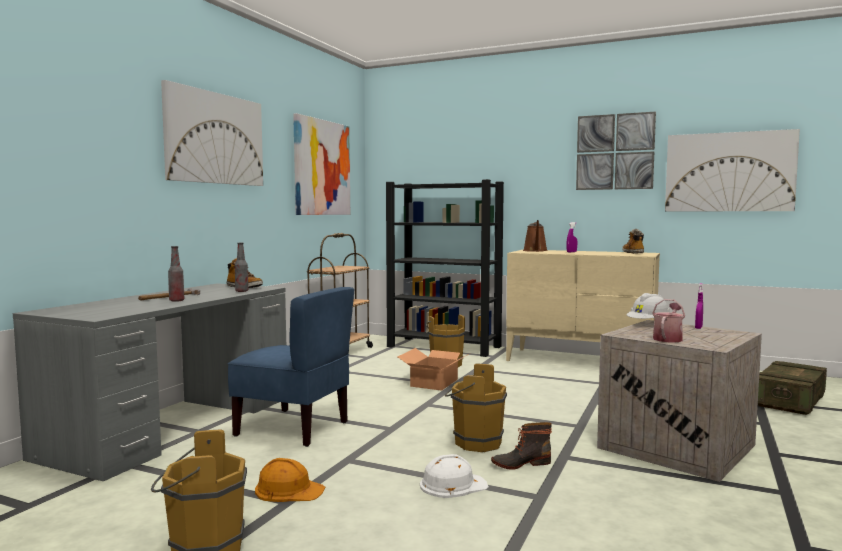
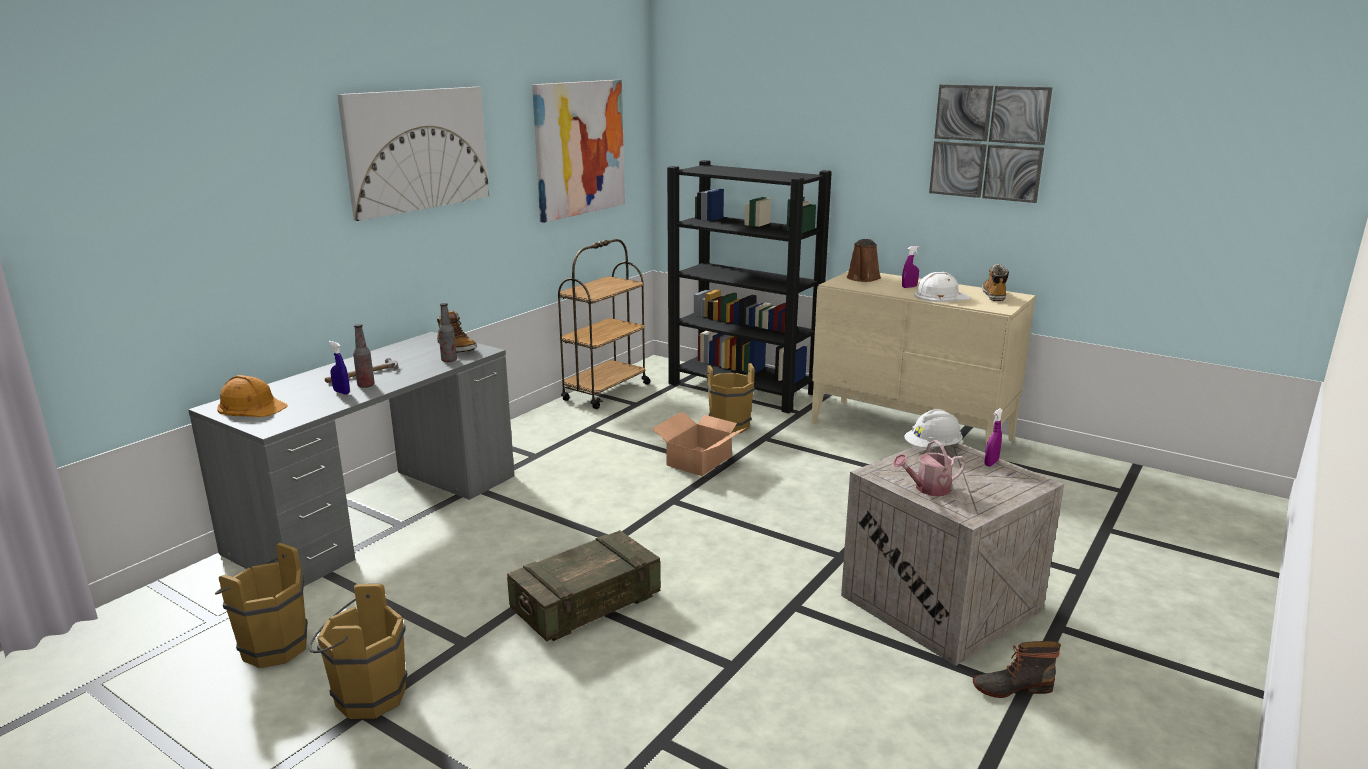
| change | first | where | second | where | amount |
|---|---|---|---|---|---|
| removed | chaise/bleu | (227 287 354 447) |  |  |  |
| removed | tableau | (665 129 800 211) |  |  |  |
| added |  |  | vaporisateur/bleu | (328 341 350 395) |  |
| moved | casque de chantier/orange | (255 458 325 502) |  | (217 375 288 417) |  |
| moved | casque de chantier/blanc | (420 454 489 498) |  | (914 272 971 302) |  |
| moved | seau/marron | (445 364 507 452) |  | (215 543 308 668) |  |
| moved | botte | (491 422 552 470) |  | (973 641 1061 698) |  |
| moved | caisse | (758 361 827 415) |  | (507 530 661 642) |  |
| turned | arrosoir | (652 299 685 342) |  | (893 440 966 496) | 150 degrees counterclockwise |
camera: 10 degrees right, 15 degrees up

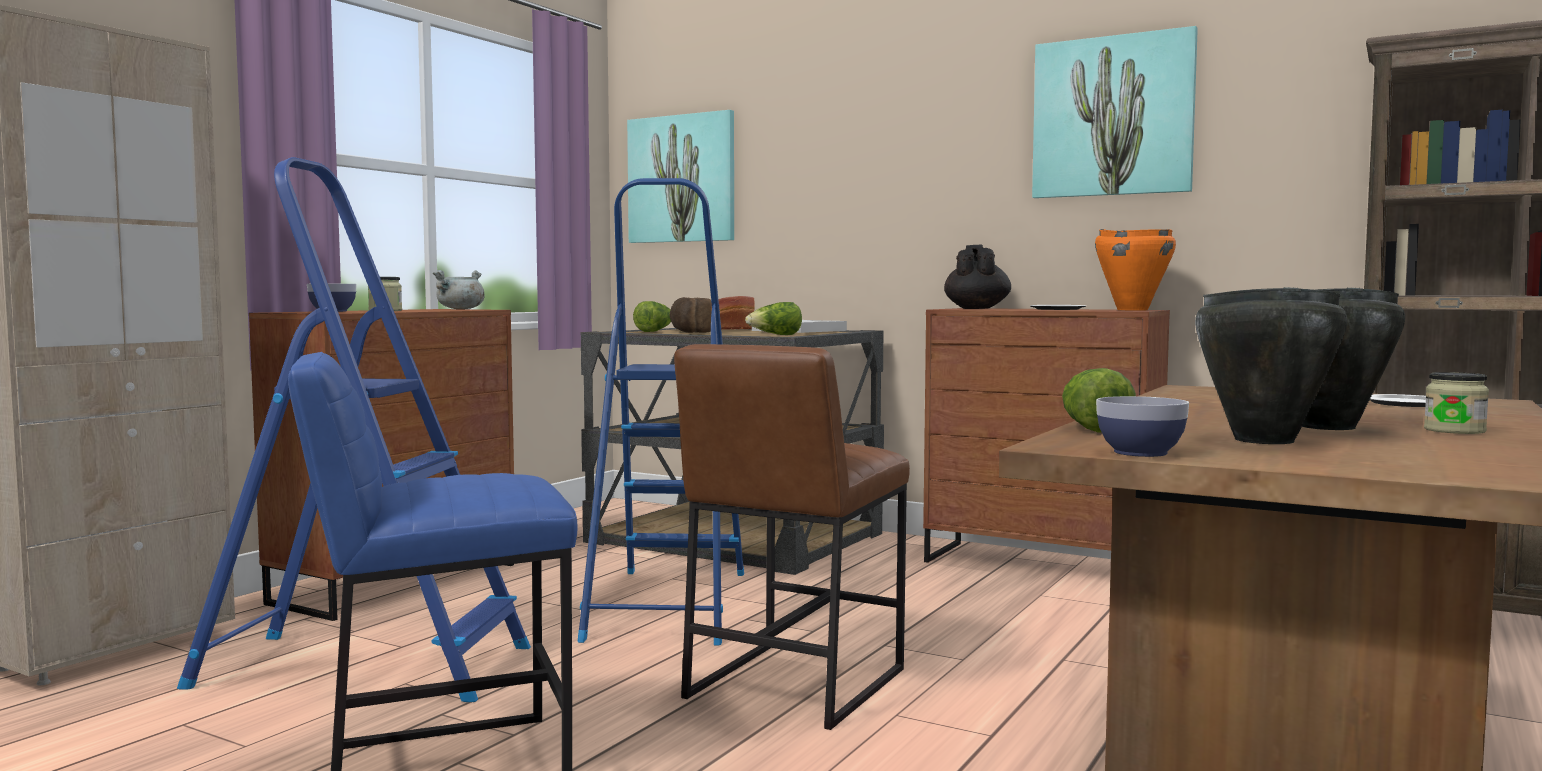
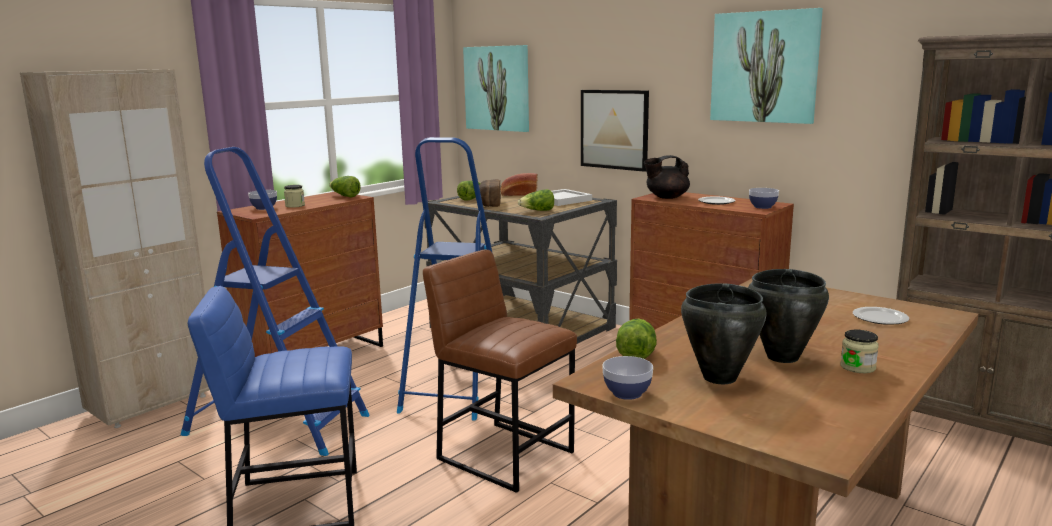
| change | first | where | second | where | amount |
|---|---|---|---|---|---|
| added |  |  | tableau | (581 90 649 172) |  |
| replaced | marmite/gris | (433 270 485 309) | laitue | (329 176 361 198) |  |
| replaced | marmite/orange | (1095 229 1176 310) | bol | (749 188 779 209) |  |
| turned | chaise/marron | (674 344 910 730) |  | (423 250 577 493) | 90 degrees clockwise |
| turned | théière/noir | (944 245 1011 309) |  | (644 155 690 199) | 120 degrees counterclockwise |
camera: 10 degrees right, 10 degrees up

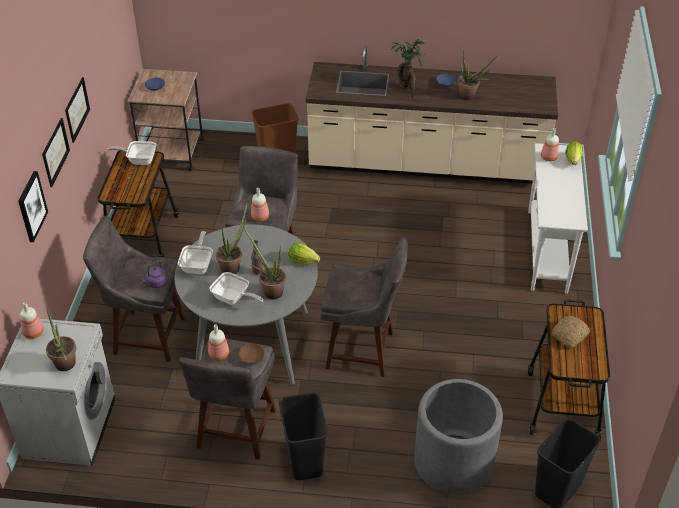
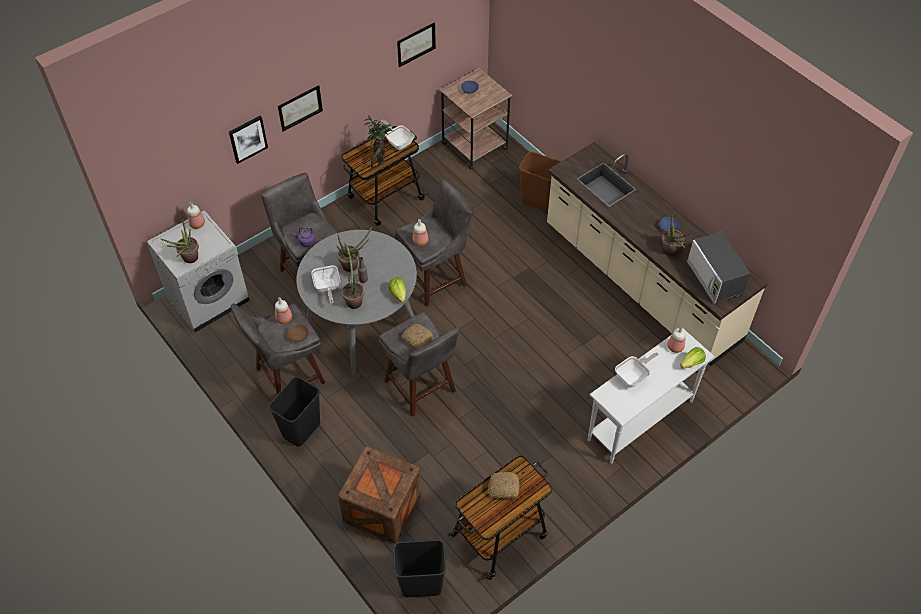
| change | first | where | second | where | amount |
|---|---|---|---|---|---|
| added |  |  | pain | (402 324 434 350) |  |
| added |  |  | micro-ondes | (687 231 751 304) |  |
| moved | tableau | (65 77 90 143) |  | (397 23 436 67) |  |
| moved | poêle | (178 231 213 274) |  | (615 352 659 387) |  |
| moved | plante en pot | (391 39 426 98) |  | (364 115 392 168) |  |
| replaced | cache-pot/gris | (414 379 503 495) | caisse | (338 446 422 544) |  |
camera: 45 degrees right, 10 degrees up

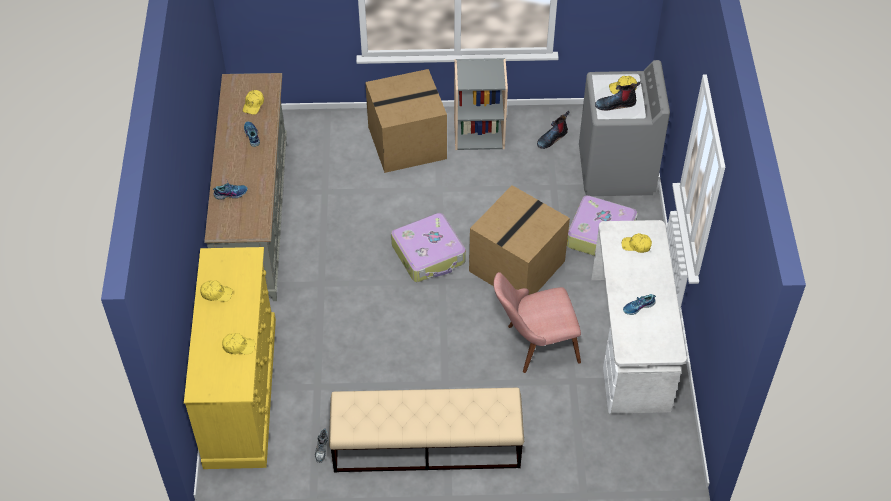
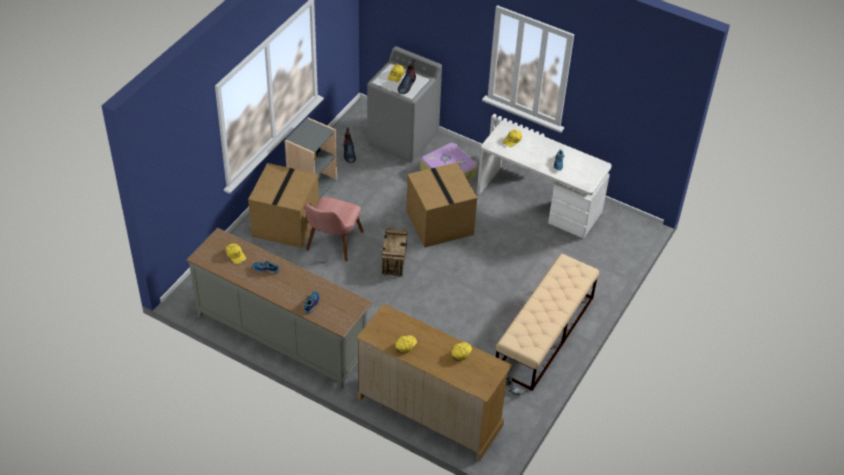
| change | first | where | second | where | amount |
|---|---|---|---|---|---|
| moved | chaise/rose | (494 272 581 373) |  | (305 197 363 261) |  |
| replaced | valise | (391 213 466 282) | caisse | (381 228 408 277) |  |
| recoloured | commode/jaune | (184 247 276 469) | commode/marron | (356 304 512 462) |  |
camera: 60 degrees left, 5 degrees down

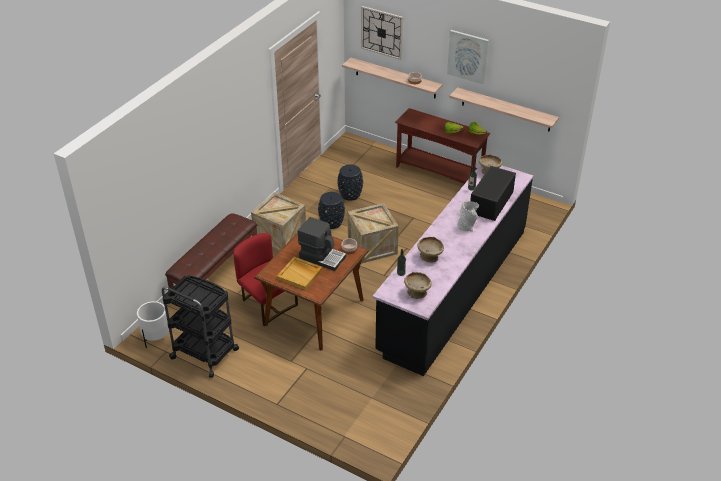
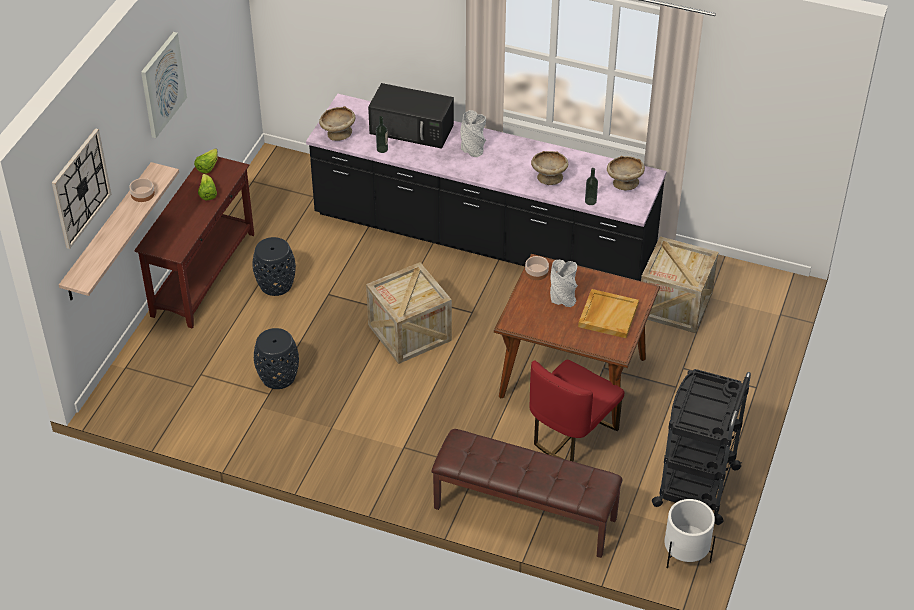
| change | first | where | second | where | amount |
|---|---|---|---|---|---|
| removed | étagère | (449 87 559 132) |  |  |  |
| moved | caisse | (251 192 306 251) |  | (641 236 719 333) |  |
| moved | tabouret/noir | (318 192 345 229) |  | (252 237 296 296) |  |
| replaced | machine à café | (298 217 346 271) | vase/gris | (550 260 578 307) |  |
camera: 100 degrees left, 5 degrees up

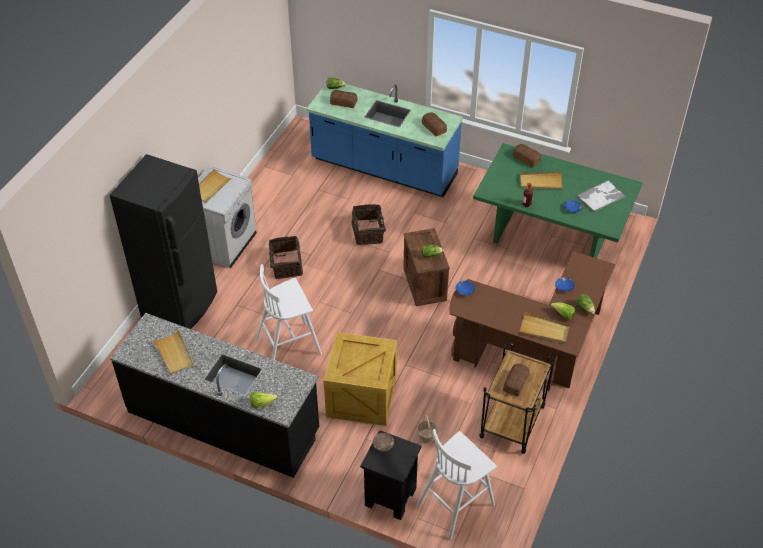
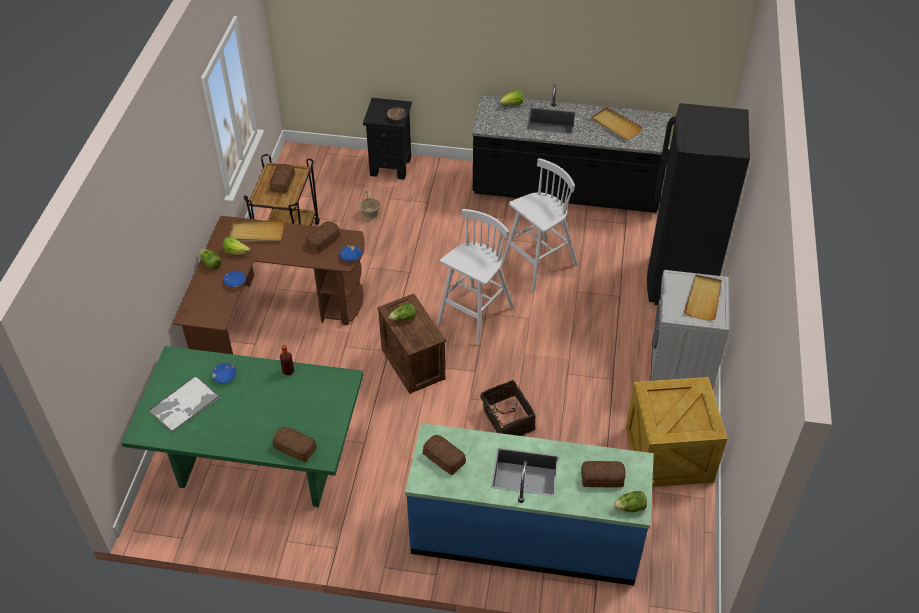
| change | first | where | second | where | amount |
|---|---|---|---|---|---|
| removed | panier | (269 236 303 279) |  |  |  |
| removed | plateau/beige | (520 172 563 189) |  |  |  |
| added |  |  | pain | (306 221 341 253) |  |
| moved | caisse | (324 332 397 426) |  | (626 377 728 487) |  |
| moved | tabouret/blanc | (416 429 497 541) |  | (437 209 514 345) |  |
camera: 165 degrees right, 0 degrees up

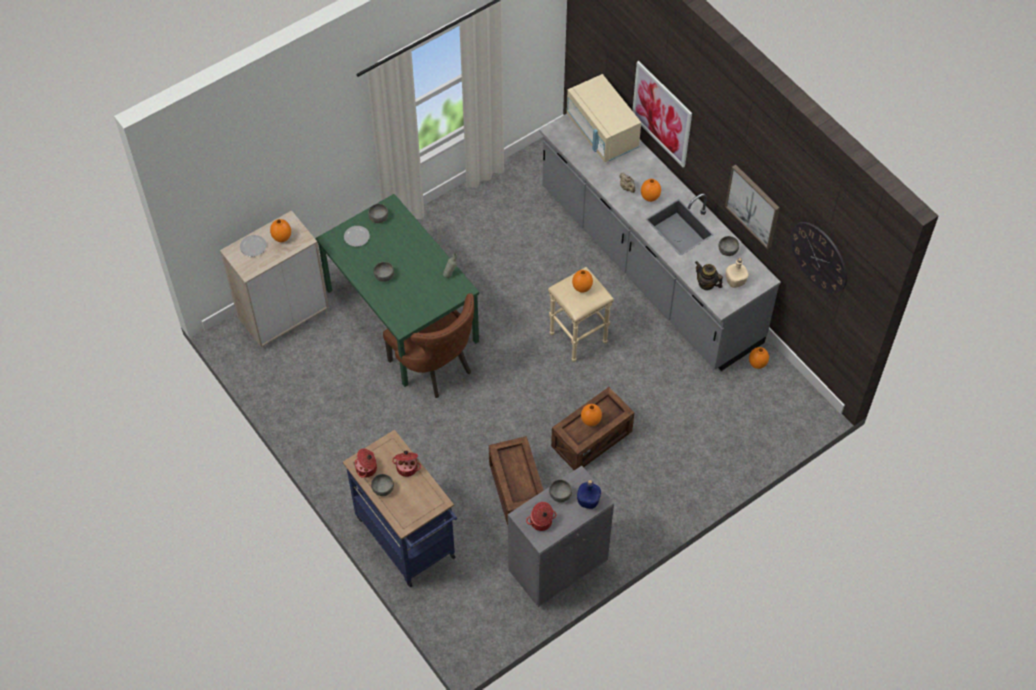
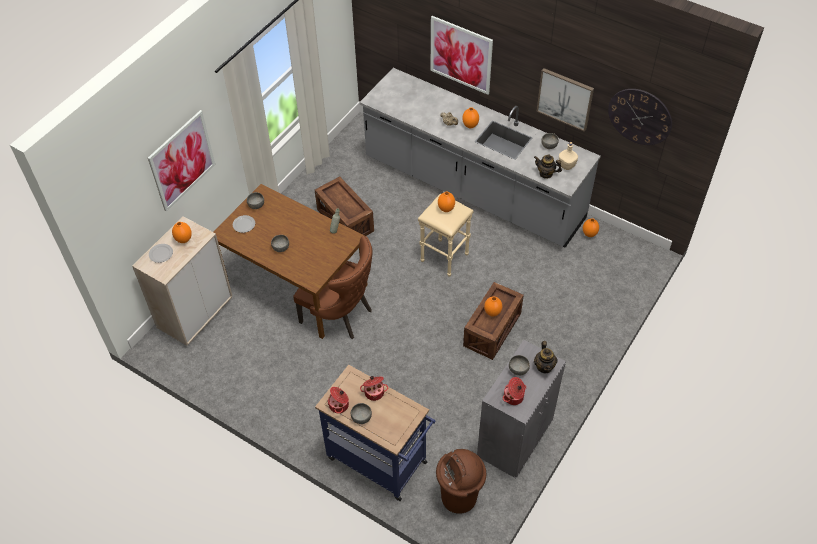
| change | first | where | second | where | amount |
|---|---|---|---|---|---|
| removed | micro-ondes/beige | (567 74 641 162) |  |  |  |
| added |  |  | tableau | (148 110 215 212) |  |
| added |  |  | poubelle/marron | (436 449 486 514) |  |
| moved | caisse | (489 436 544 525) |  | (315 176 374 236) |  |
| replaced | bouteille/bleu | (577 480 601 509) | théière | (534 341 558 373) |  |
| recoloured | table à manger/vert | (316 194 479 387) | table à manger/marron | (213 184 368 339) |  |
camera: 20 degrees left, 5 degrees down

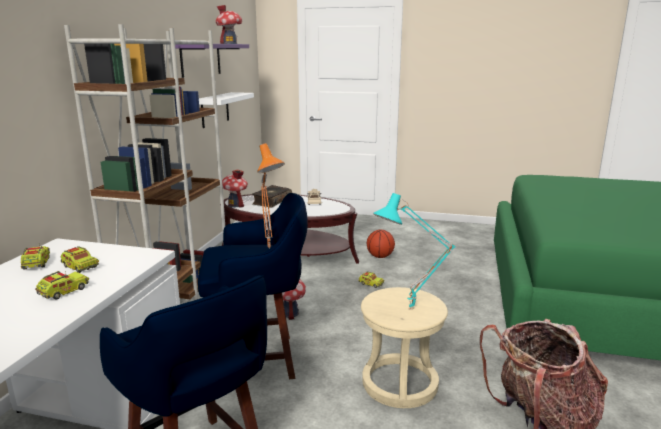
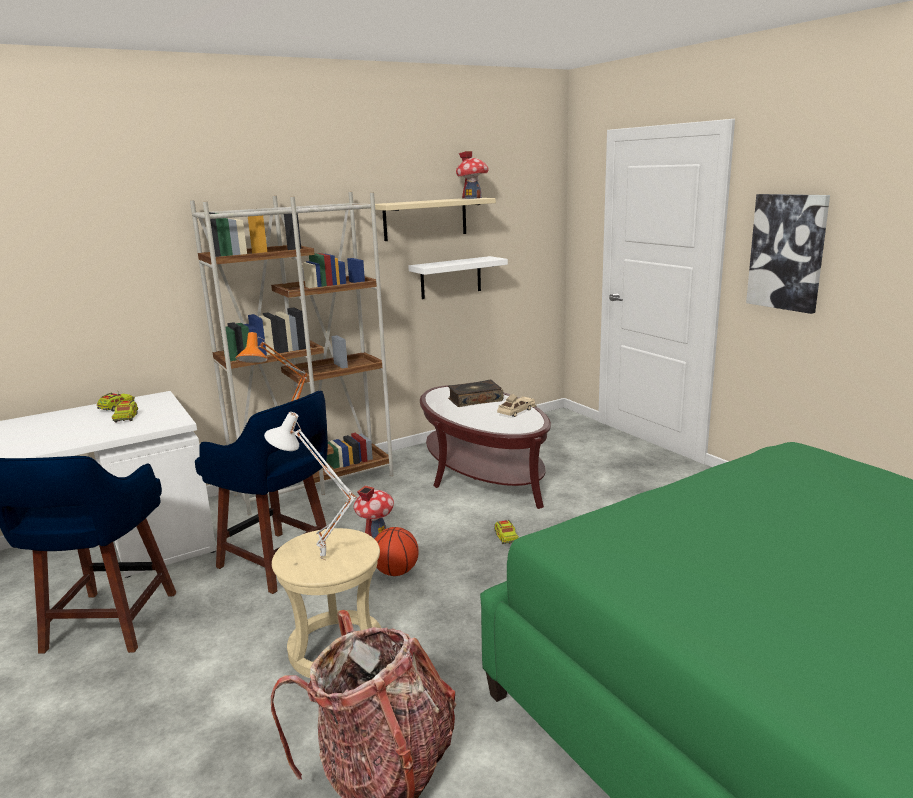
| change | first | where | second | where | amount |
|---|---|---|---|---|---|
| removed | camion jouet | (35 270 89 300) |  |  |  |
| removed | maison miniature | (222 169 248 208) |  |  |  |
| added |  |  | tableau | (746 194 830 314) |  |
| moved | ballon de basket | (367 230 395 258) |  | (375 527 419 576) |  |
| recoloured | étagère/violet | (175 44 249 78) | étagère/beige | (370 198 496 241) |  |
| recoloured | lampe de table/turquoise | (373 193 456 308) | lampe de table/blanc | (264 412 357 560) |  |
camera: 45 degrees right, 0 degrees up

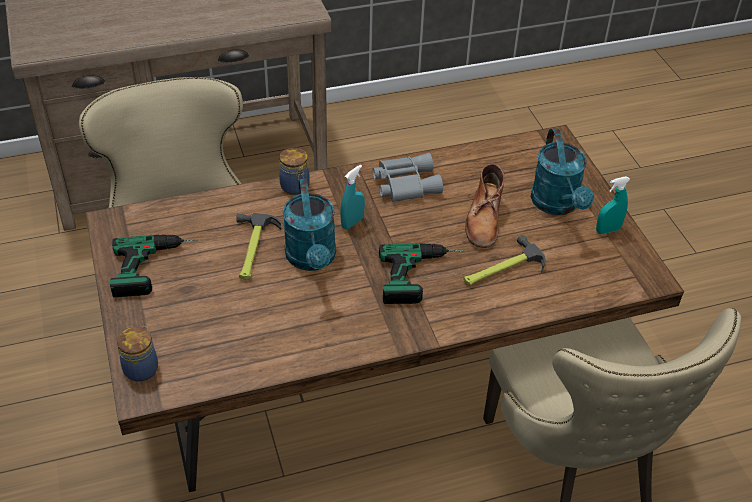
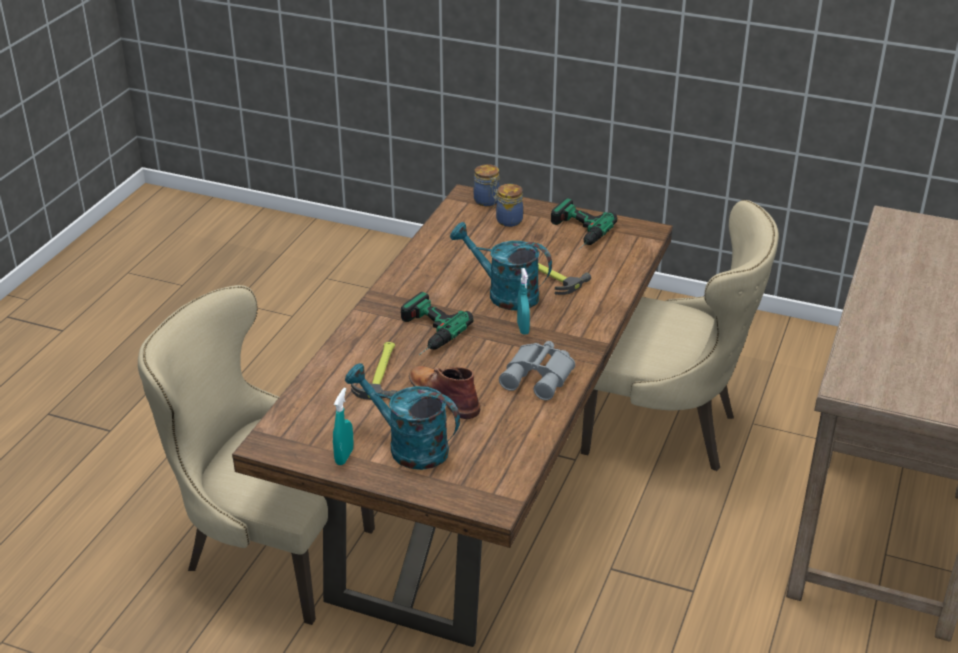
| change | first | where | second | where | amount |
|---|---|---|---|---|---|
| moved | bocal | (279 148 310 195) |  | (493 184 523 227) |  |
camera: 130 degrees right, 10 degrees down

